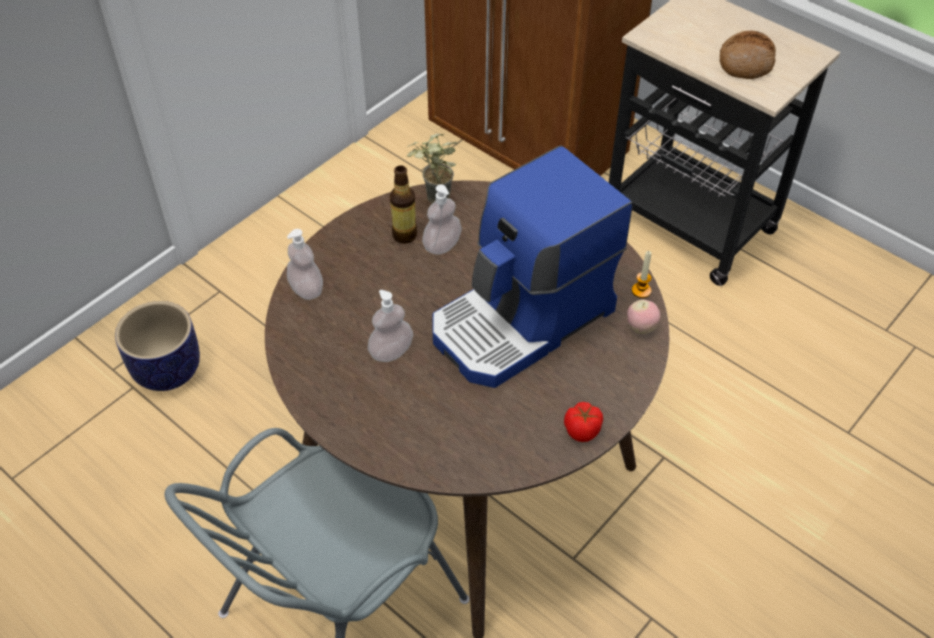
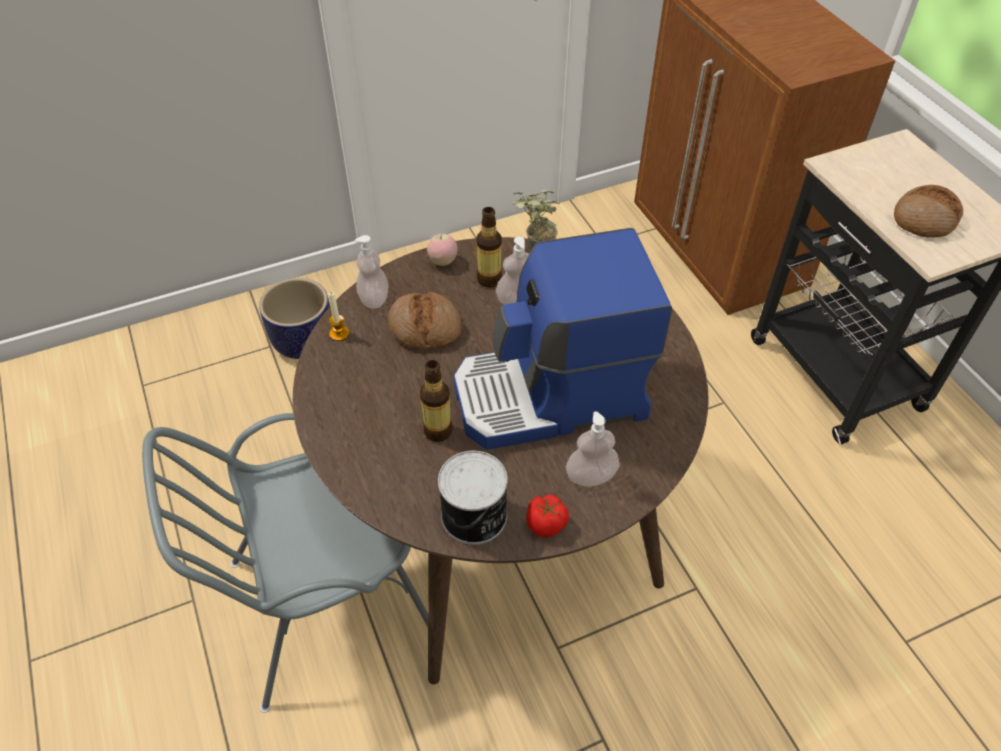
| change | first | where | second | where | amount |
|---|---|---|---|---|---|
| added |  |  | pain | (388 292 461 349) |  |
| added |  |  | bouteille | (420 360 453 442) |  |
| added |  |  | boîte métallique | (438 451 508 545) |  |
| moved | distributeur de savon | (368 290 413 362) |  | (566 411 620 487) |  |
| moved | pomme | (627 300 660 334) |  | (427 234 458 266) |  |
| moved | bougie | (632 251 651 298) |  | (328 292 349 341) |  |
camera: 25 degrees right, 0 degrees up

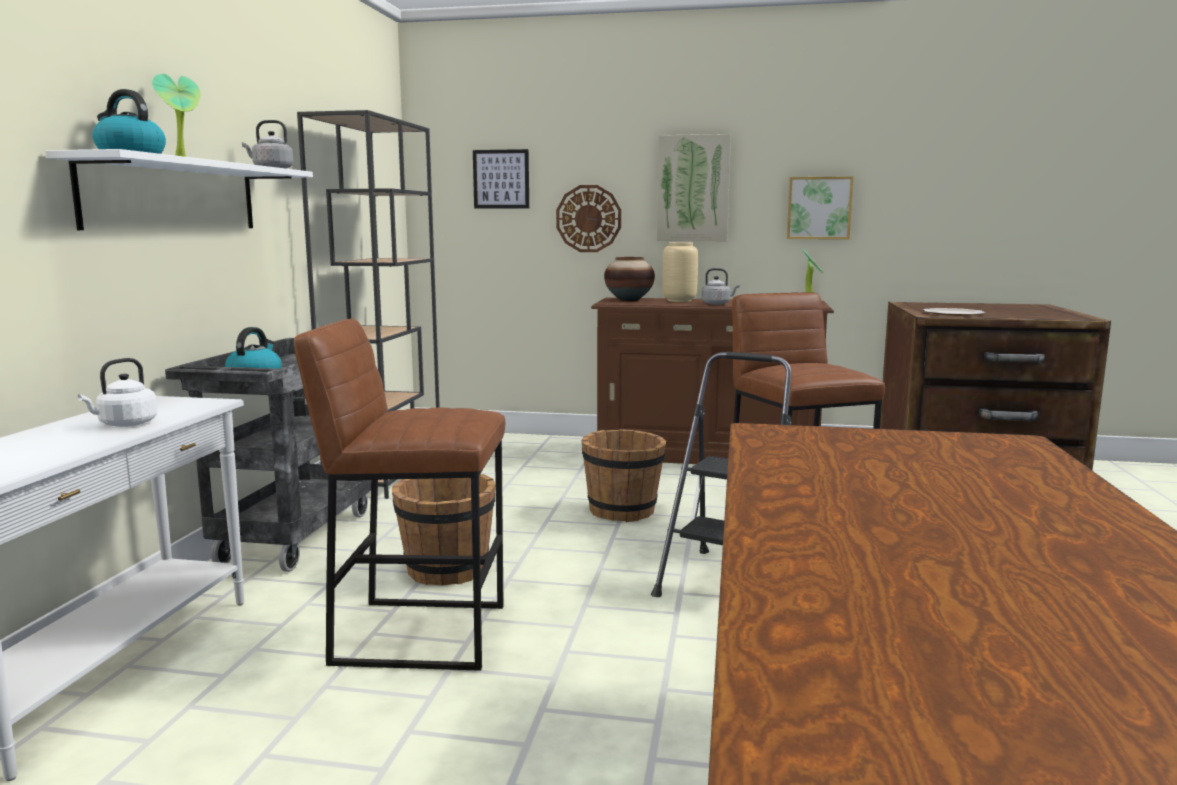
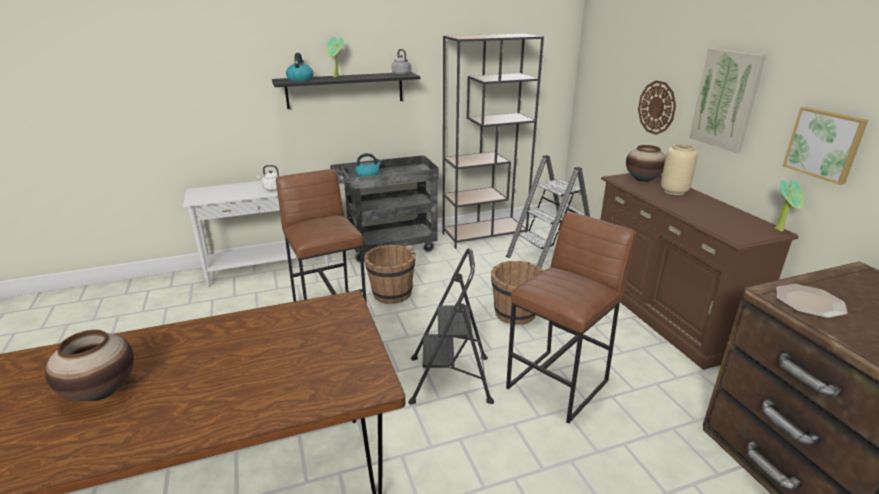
| change | first | where | second | where | amount |
|---|---|---|---|---|---|
| removed | tableau | (473 149 529 209) |  |  |  |
| removed | bouilloire/gris | (701 268 739 305) |  |  |  |
| added |  |  | vase | (45 330 134 401) |  |
| added |  |  | escabeau/gris | (506 155 590 268) |  |
| recoloured | étagère/blanc | (45 149 313 230) | étagère/noir | (272 72 420 109) |  |
camera: 60 degrees right, 15 degrees up

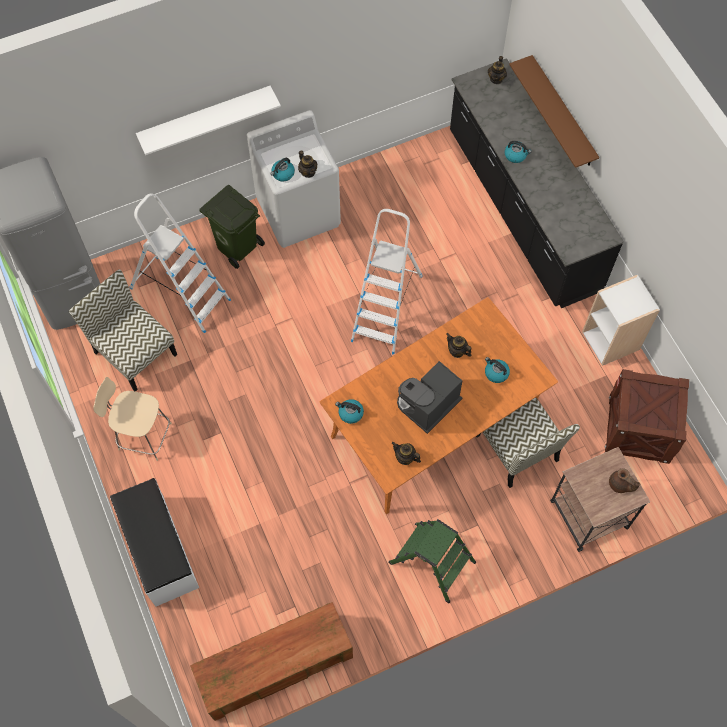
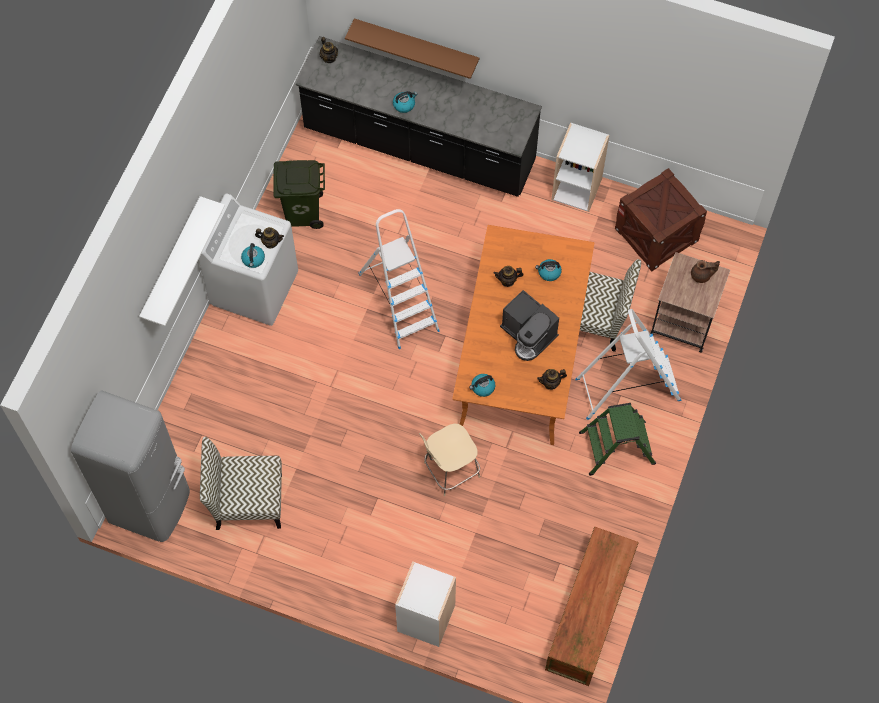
| change | first | where | second | where | amount |
|---|---|---|---|---|---|
| moved | chaise/beige | (93 377 172 461) |  | (419 424 480 496) |  |
| moved | escabeau/blanc | (129 193 231 333) |  | (575 309 681 420) |  |
| moved | poubelle/vert | (199 185 265 269) |  | (274 160 325 229) |  |
| replaced | banc/blanc | (110 478 199 607) | bibliothèque | (395 562 456 647) |  |
| turned | machine à café | (397 361 462 434) |  | (500 290 559 361) | 45 degrees counterclockwise |
camera: 45 degrees left, 0 degrees up

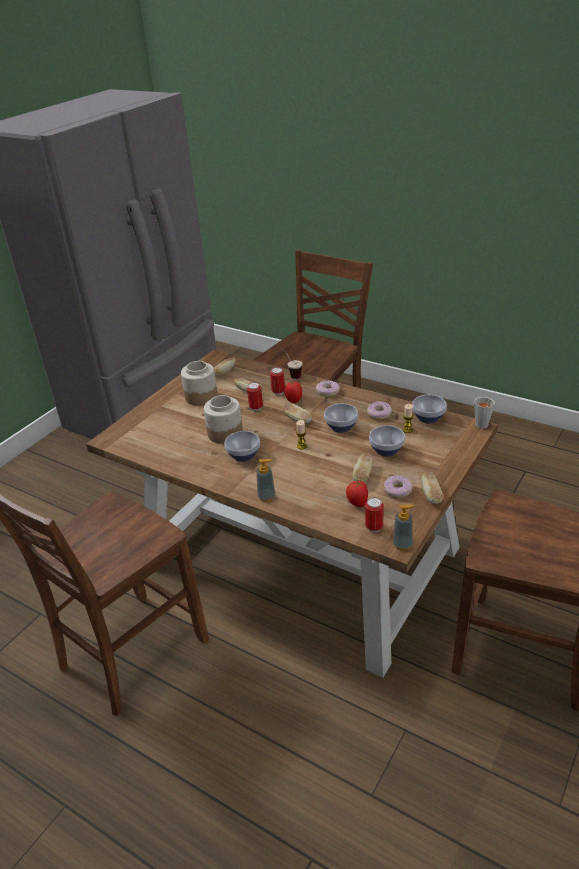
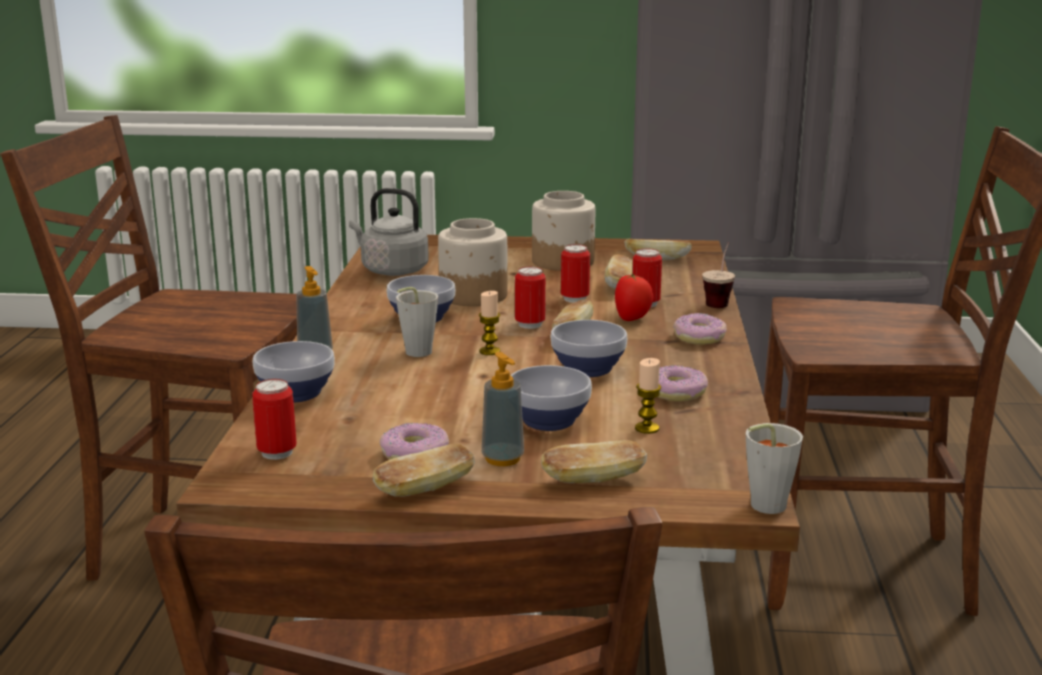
| change | first | where | second | where | amount |
|---|---|---|---|---|---|
| removed | tomate | (346 481 368 507) |  |  |  |
| added |  |  | bouilloire/gris | (349 188 429 276) |  |
| added |  |  | tasse/gris | (396 287 438 357) |  |
| added |  |  | boîte métallique | (515 266 546 329) |  |
| moved | pain | (352 454 373 482) |  | (541 440 647 483) |  |
| moved | distributeur de savon | (393 505 415 551) |  | (482 352 524 466) |  |
| moved | bol | (412 395 447 424) |  | (253 341 335 402) |  |
camera: 60 degrees right, 15 degrees down

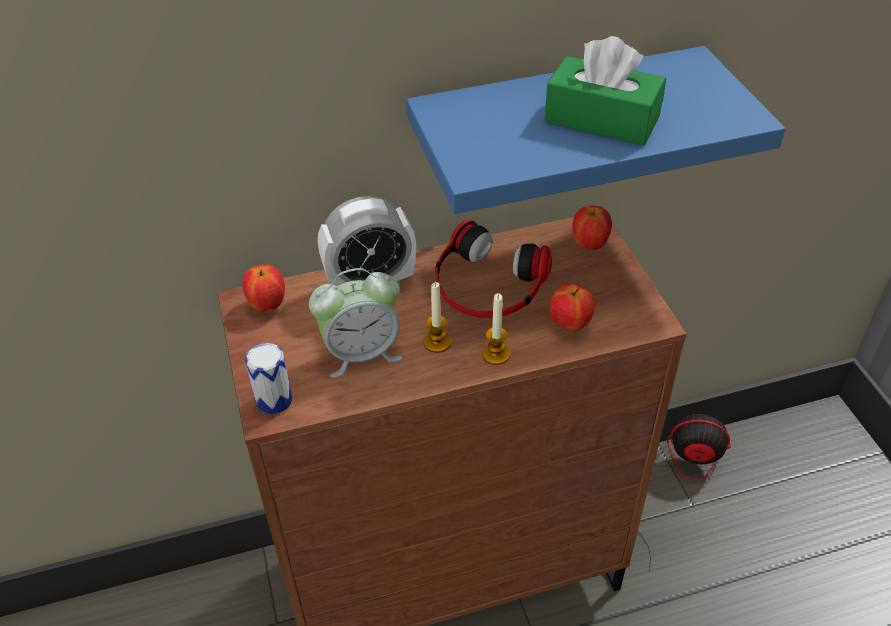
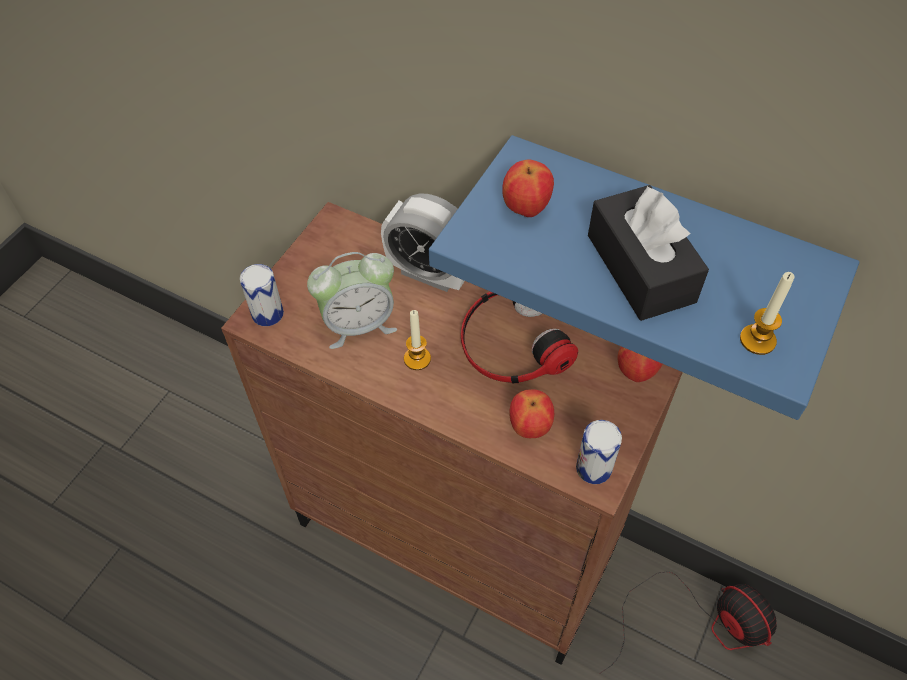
| change | first | where | second | where | amount |
|---|---|---|---|---|---|
| added |  |  | boîte métallique | (576 420 622 484) |  |
| moved | pomme | (242 264 285 312) |  | (502 160 554 217) |  |
| moved | bougie | (482 294 510 365) |  | (740 272 795 355) |  |
| recoloured | boîte à mouchoirs/vert | (545 36 666 145) | boîte à mouchoirs/noir | (588 185 709 321) |  |
| turned | réveil | (309 268 403 377) |  | (307 252 397 349) | 45 degrees counterclockwise |
camera: 45 degrees right, 10 degrees up

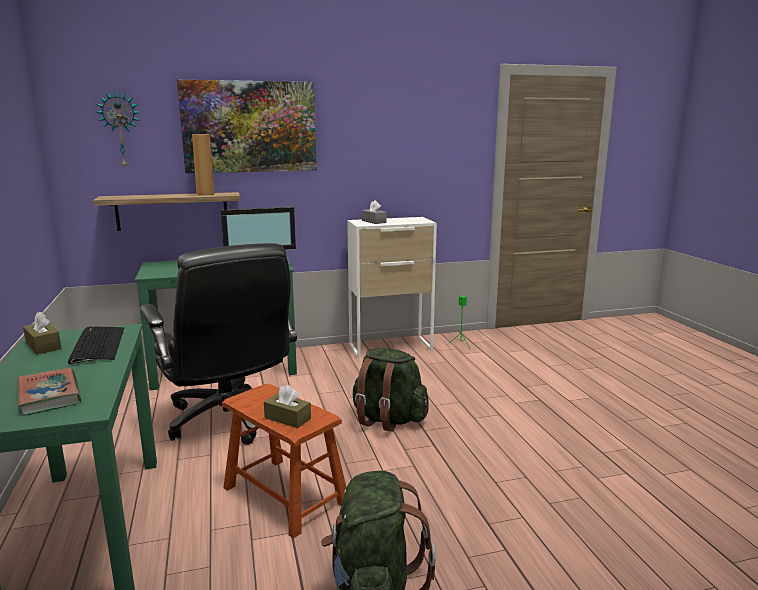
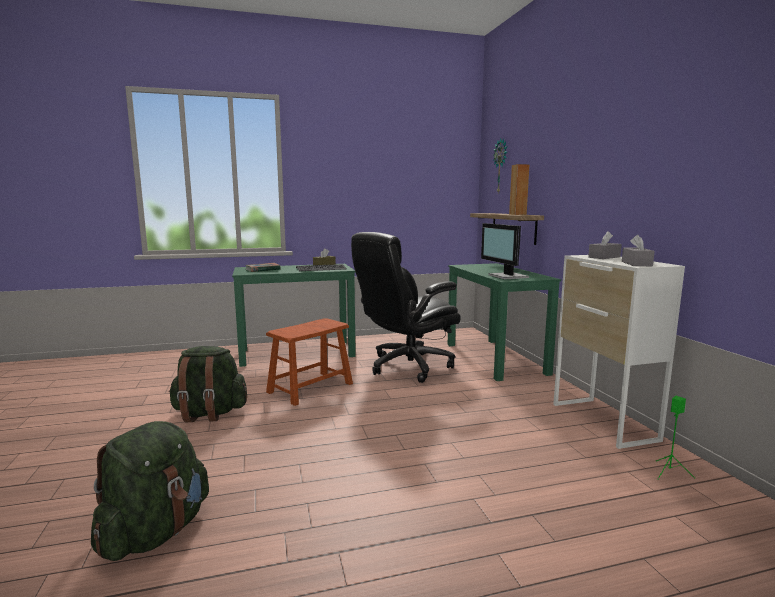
| change | first | where | second | where | amount |
|---|---|---|---|---|---|
| removed | tableau | (177 80 317 173) |  |  |  |
| removed | boîte à mouchoirs/marron | (264 385 311 428) |  |  |  |
| added |  |  | boîte à mouchoirs/gris | (622 235 655 266) |  |
| moved | sac à dos/vert | (353 348 429 432) |  | (91 421 209 561) |  |
camera: 90 degrees right, 5 degrees down

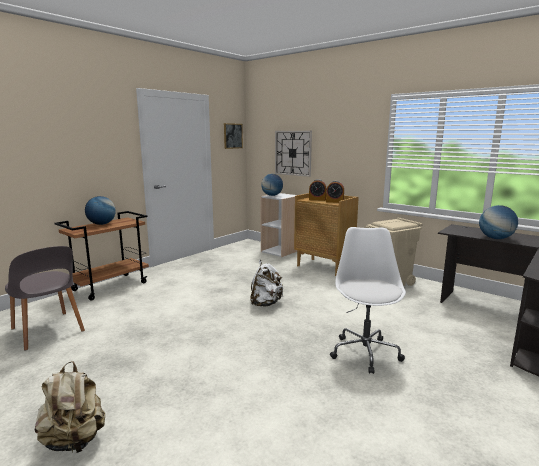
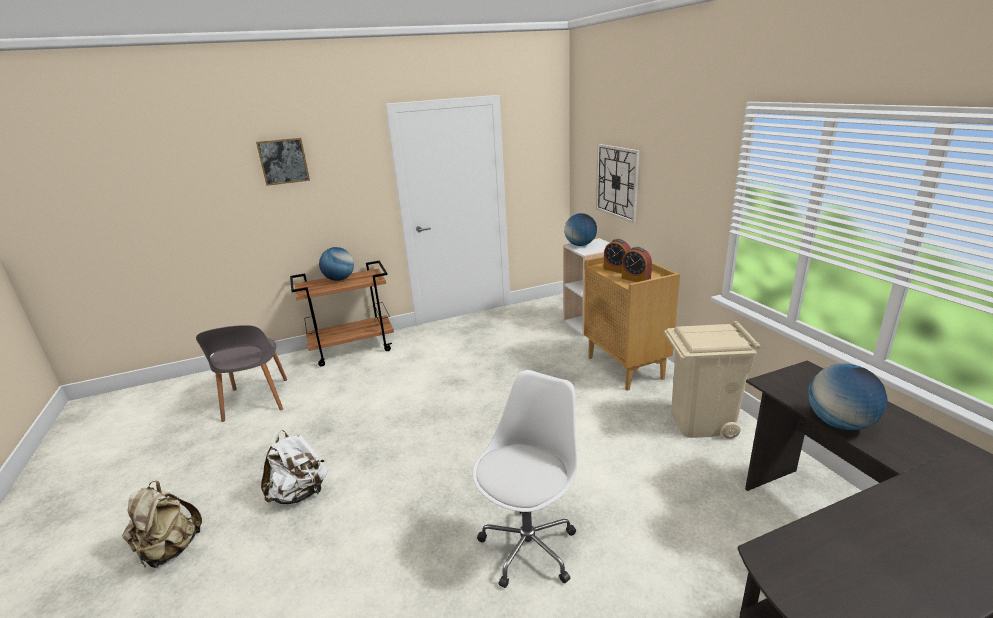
| change | first | where | second | where | amount |
|---|---|---|---|---|---|
| moved | tableau | (224 123 243 149) |  | (256 138 310 186) |  |
| moved | sac à dos/blanc | (250 260 283 307) |  | (261 430 328 504) |  |
camera: 30 degrees right, 10 degrees up

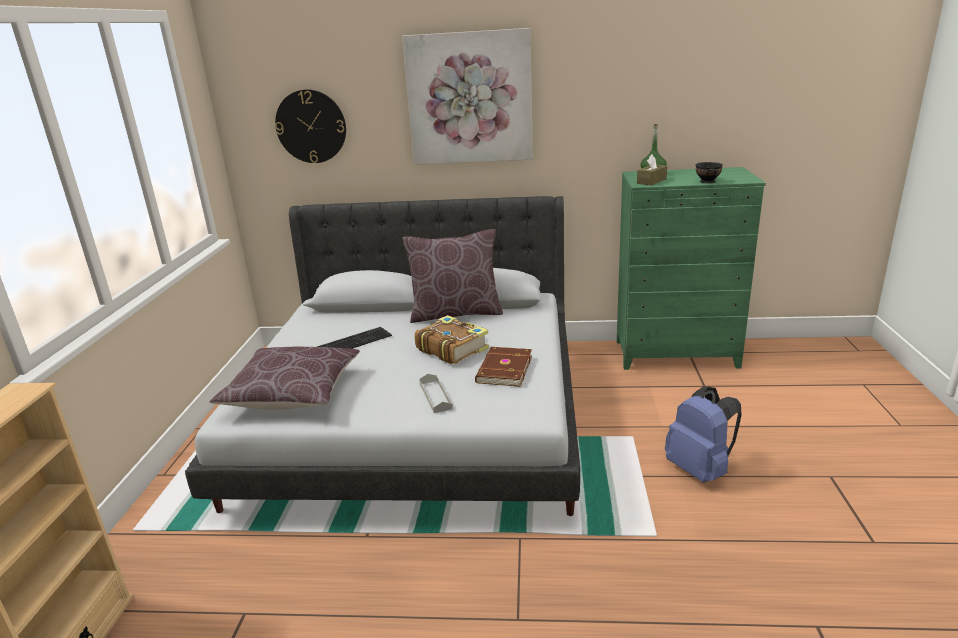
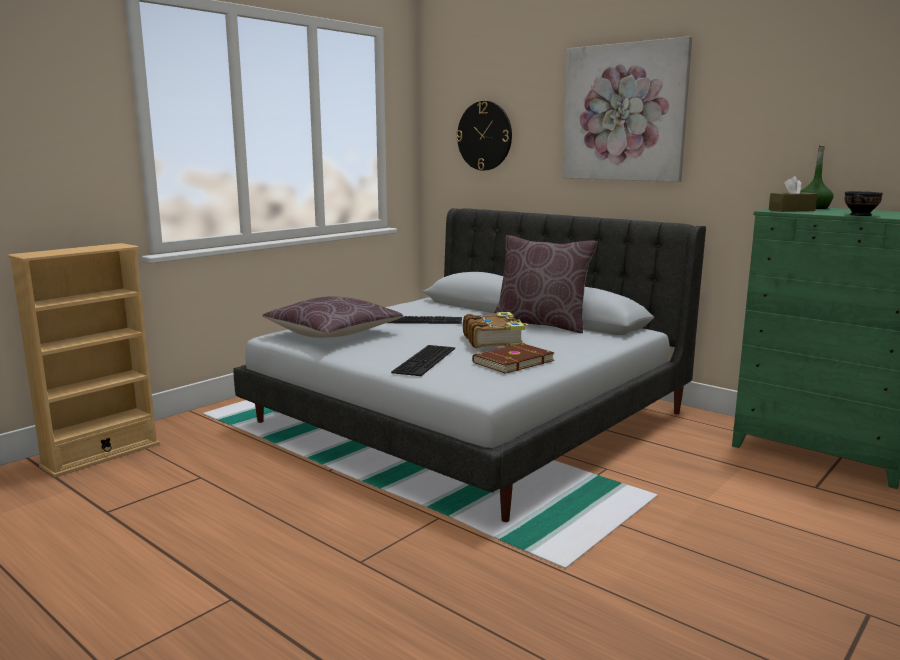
| change | first | where | second | where | amount |
|---|---|---|---|---|---|
| removed | sac à dos/bleu | (665 386 742 483) |  |  |  |
| replaced | plateau/gris | (419 374 453 413) | clavier | (391 345 455 376) |  |
camera: 35 degrees right, 10 degrees down

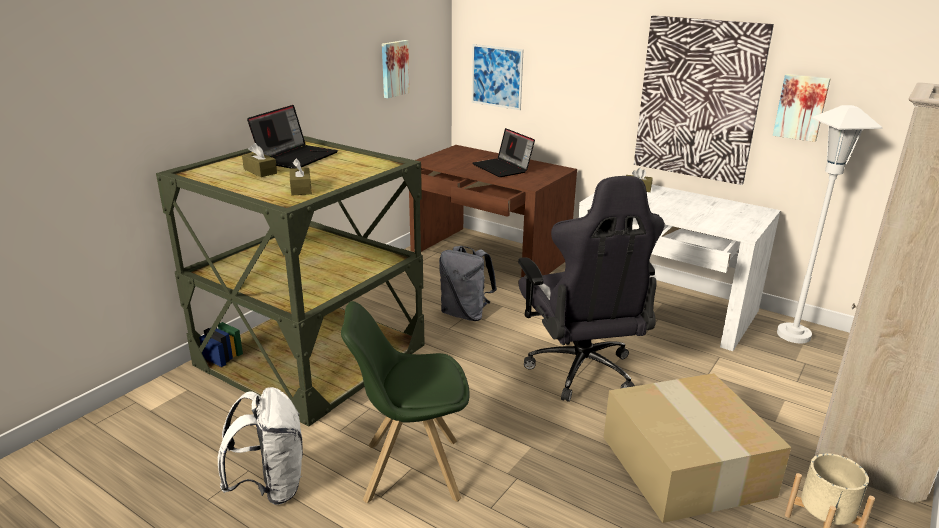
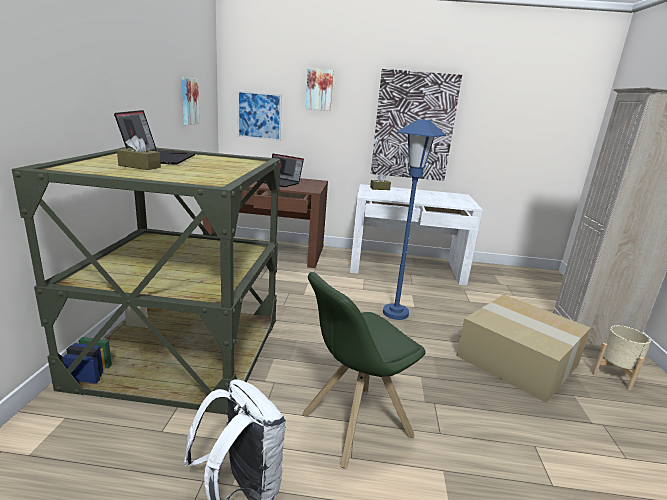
| change | first | where | second | where | amount |
|---|---|---|---|---|---|
| removed | boîte à mouchoirs/marron | (289 158 312 196) |  |  |  |
| removed | sac à dos/gris | (439 246 497 321) |  |  |  |
| removed | lampadaire/blanc | (777 105 883 343) |  |  |  |
| moved | tableau | (773 74 830 142) |  | (306 68 333 111) |  |
| replaced | chaise de bureau/noir | (518 176 665 402) | lampadaire/bleu | (383 119 446 320) |  |
camera: 30 degrees left, 5 degrees down

